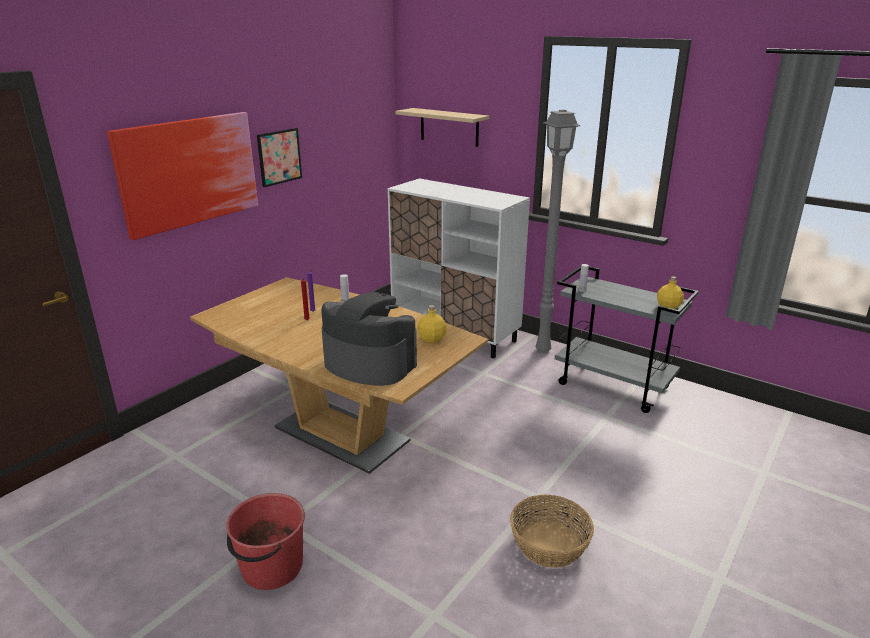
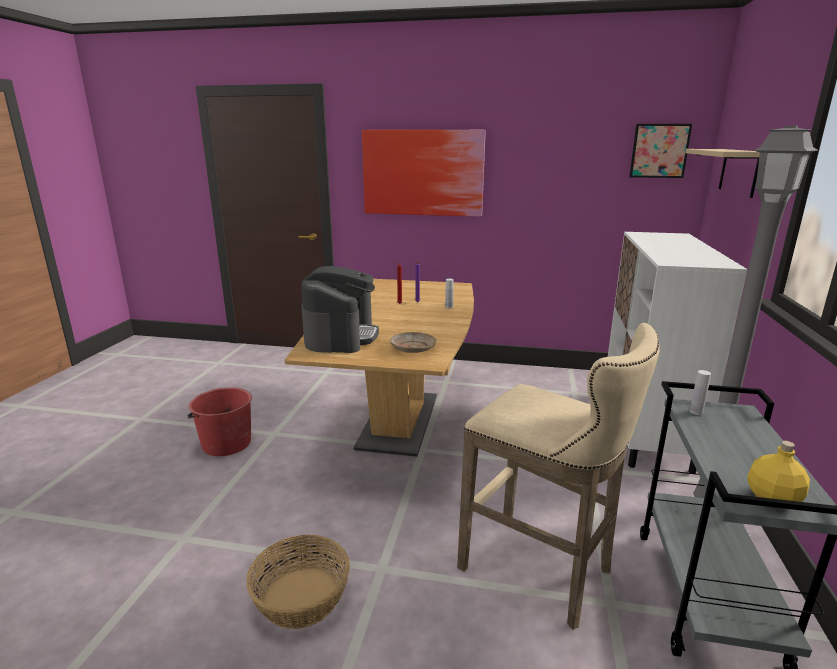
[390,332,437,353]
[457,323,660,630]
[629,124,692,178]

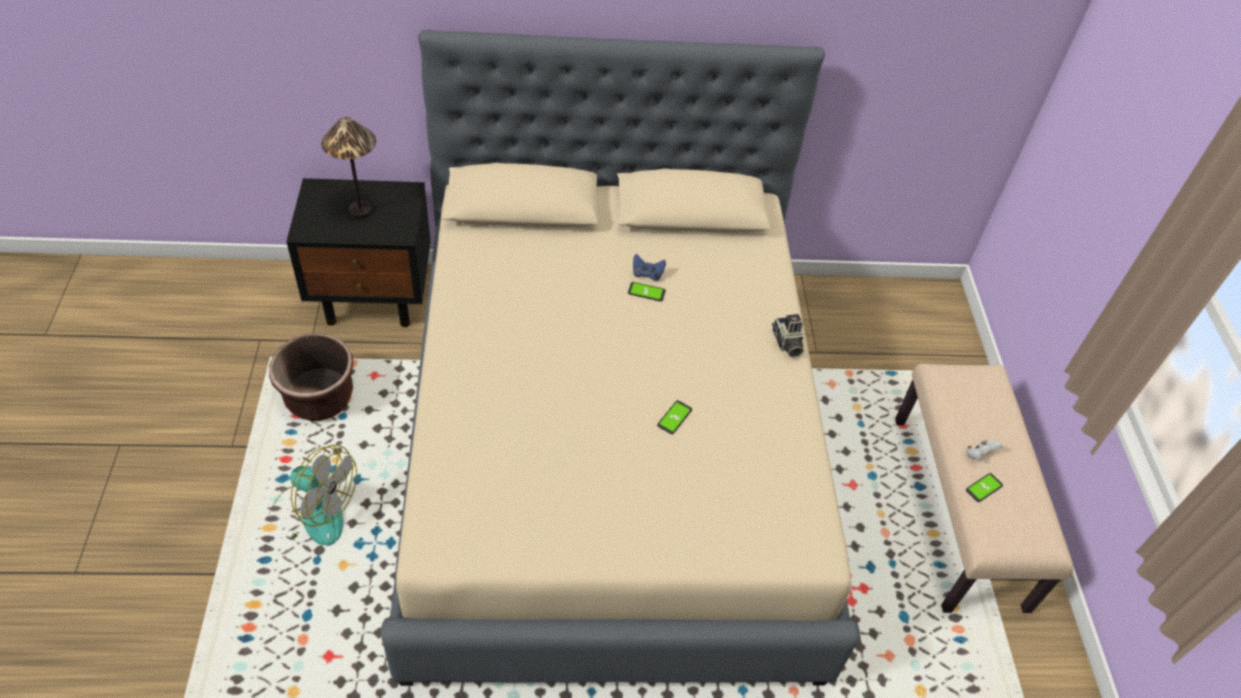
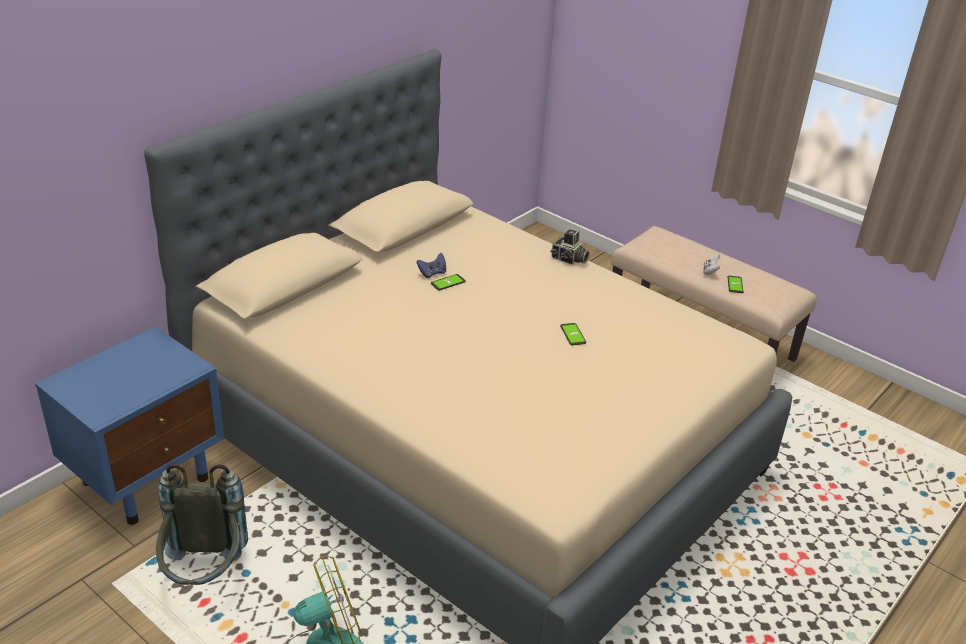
[35,326,224,525]
[156,464,248,585]
[321,117,376,218] (first image)

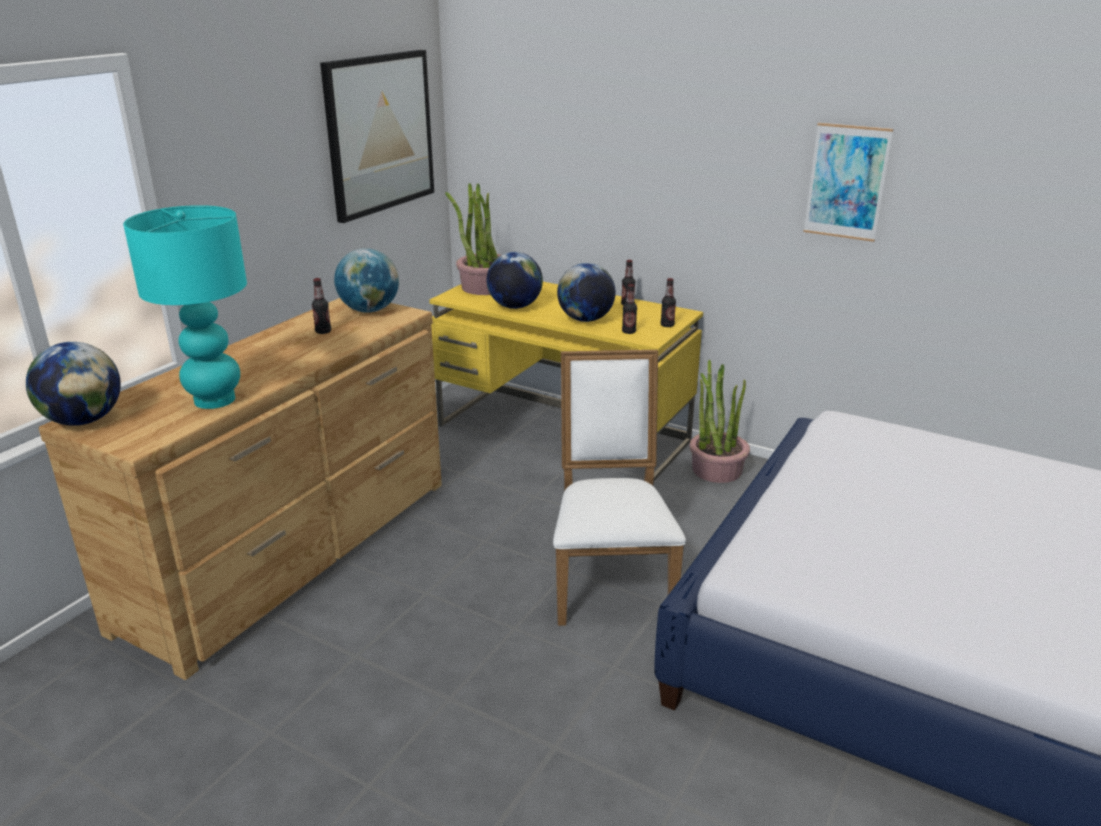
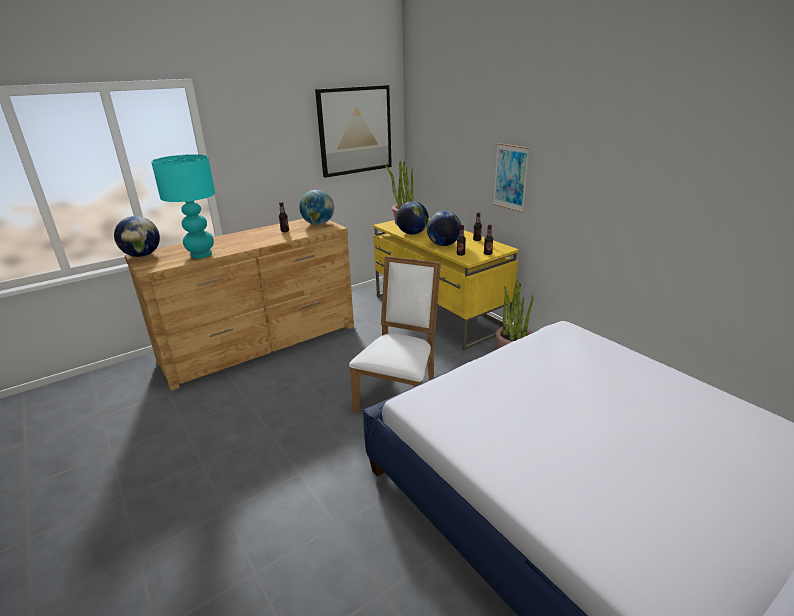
[493,143,530,213]

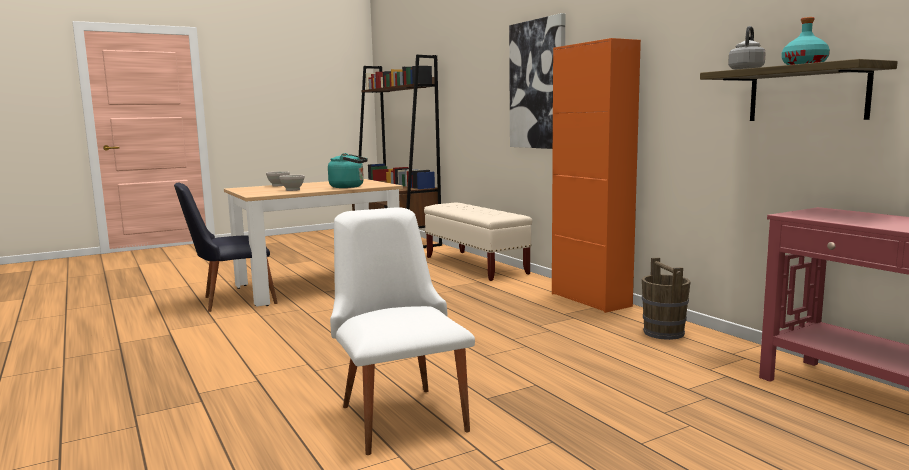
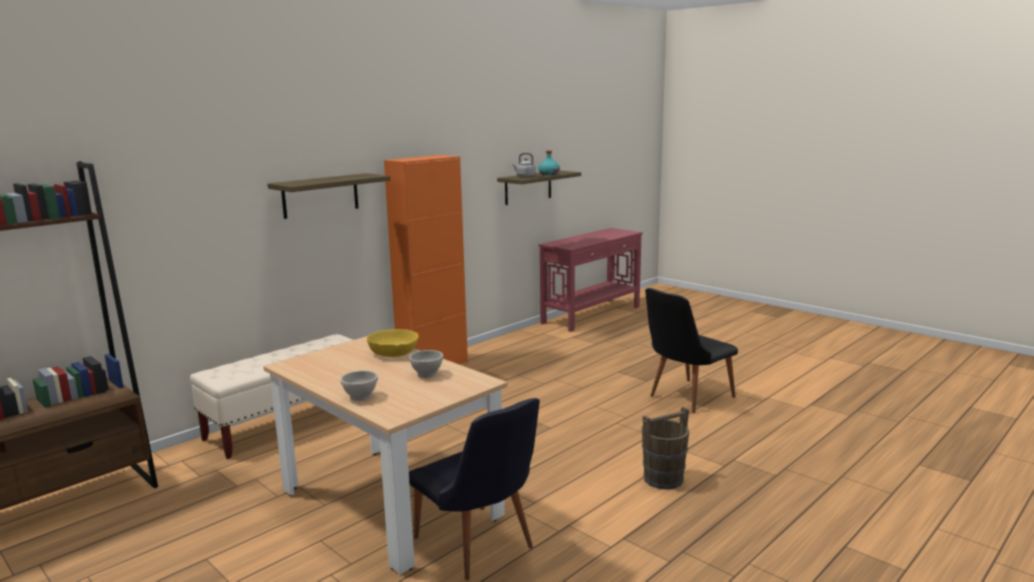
[268,173,390,219]
[367,329,418,357]
[642,407,689,489]
[645,288,738,413]

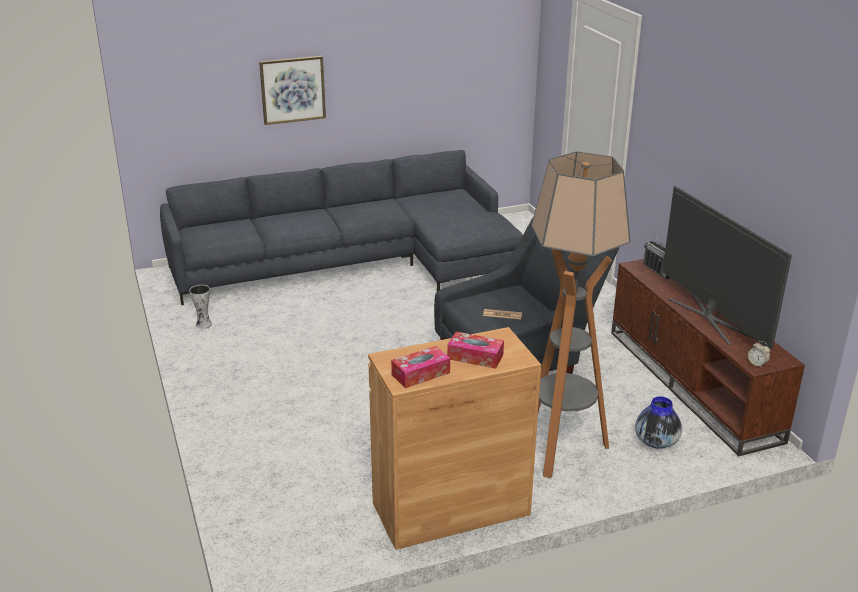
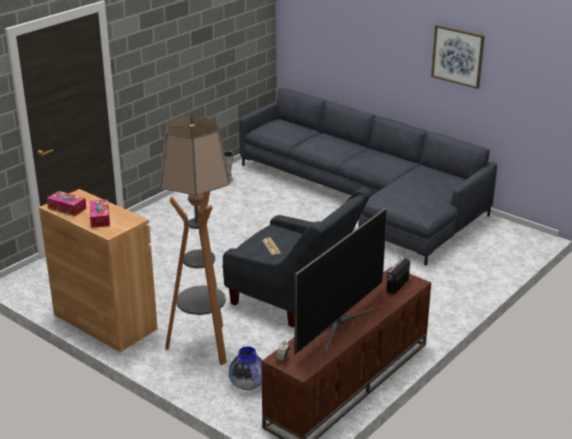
[431,25,485,89]

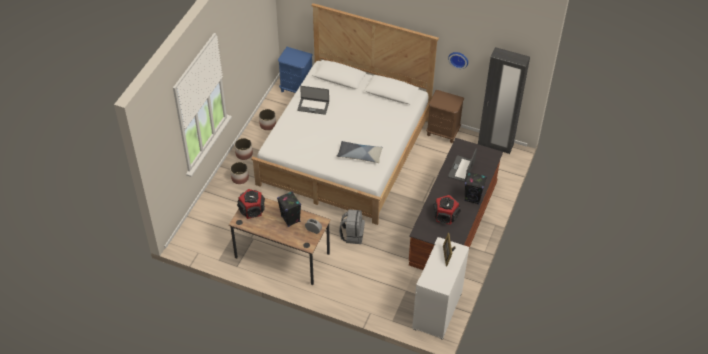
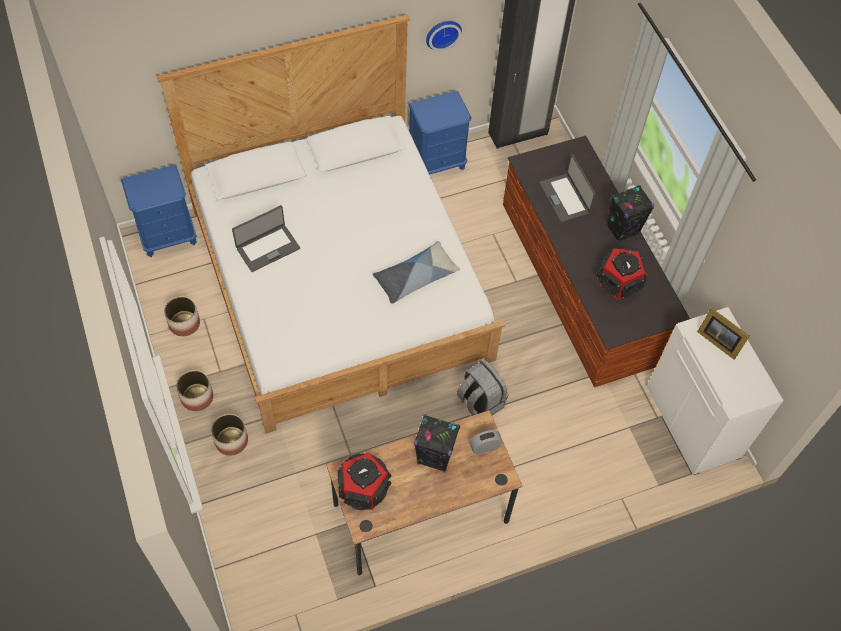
[409,91,472,175]

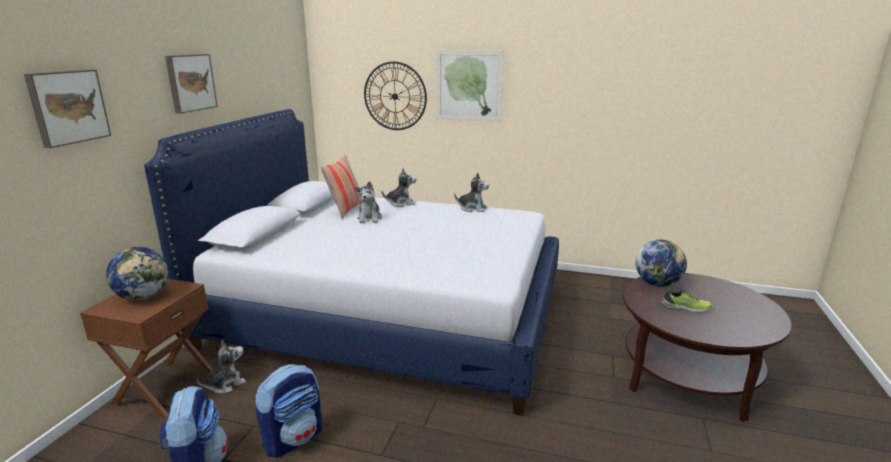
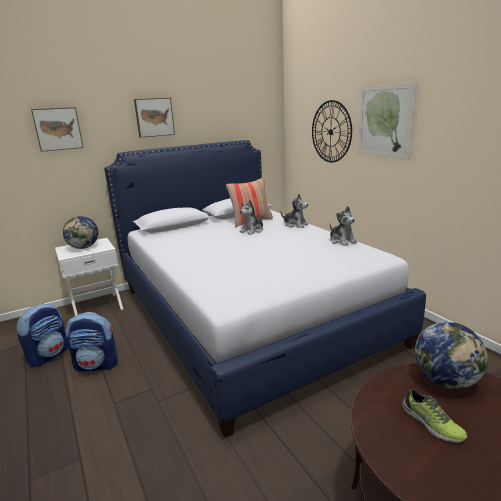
[55,238,123,316]
[196,340,246,394] (first image)

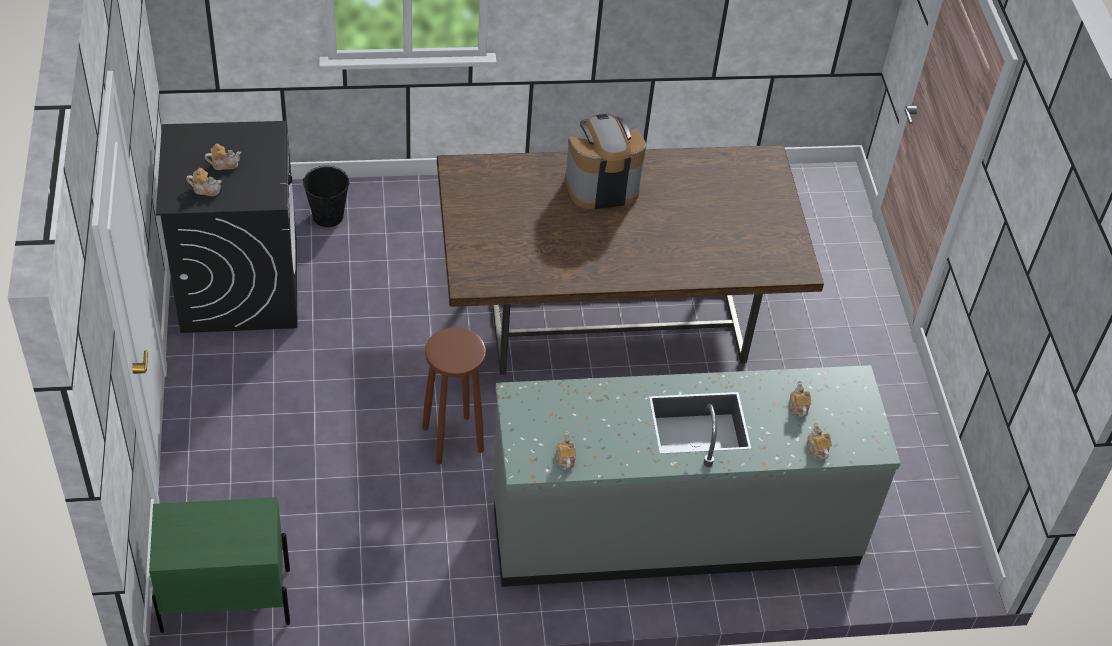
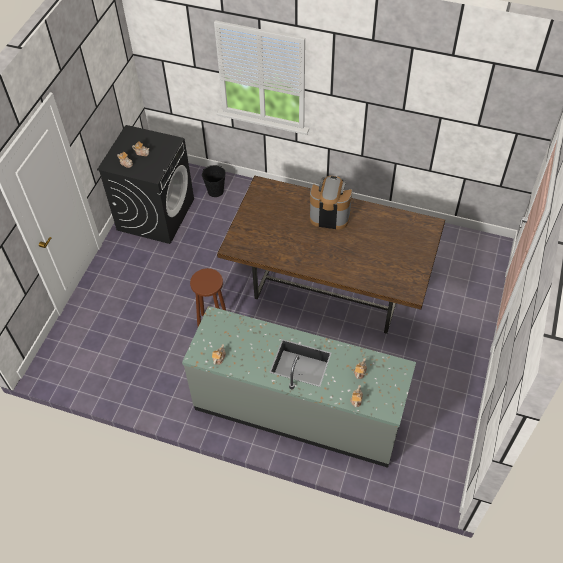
[149,497,290,633] (first image)

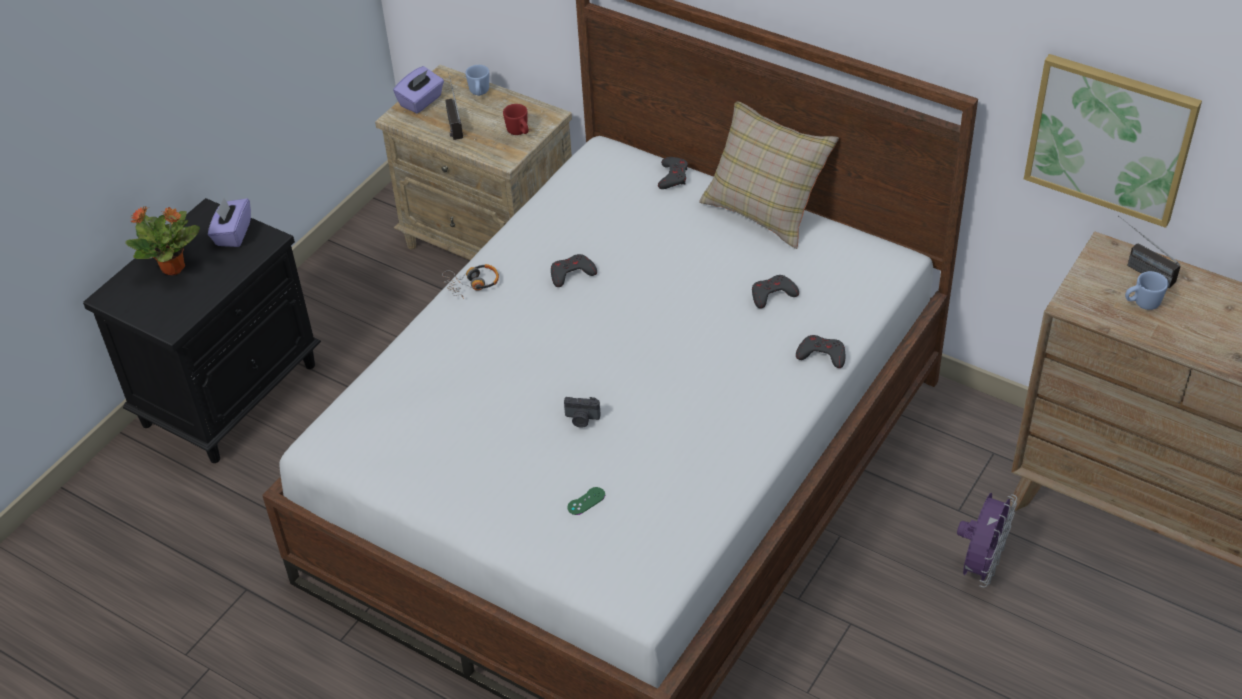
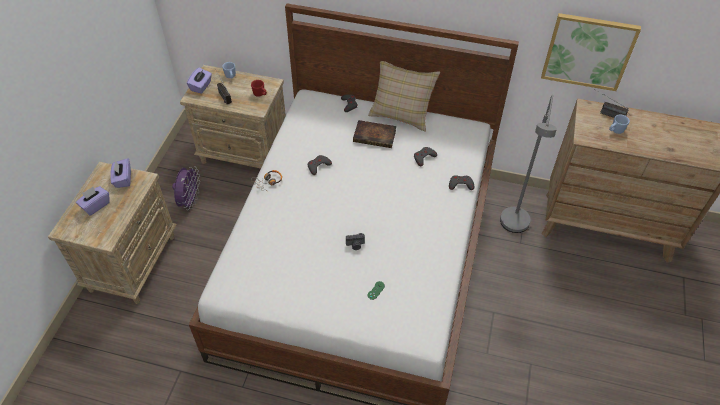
[48,162,177,304]
[76,186,110,216]
[172,167,200,210]
[353,120,396,148]
[500,95,557,233]

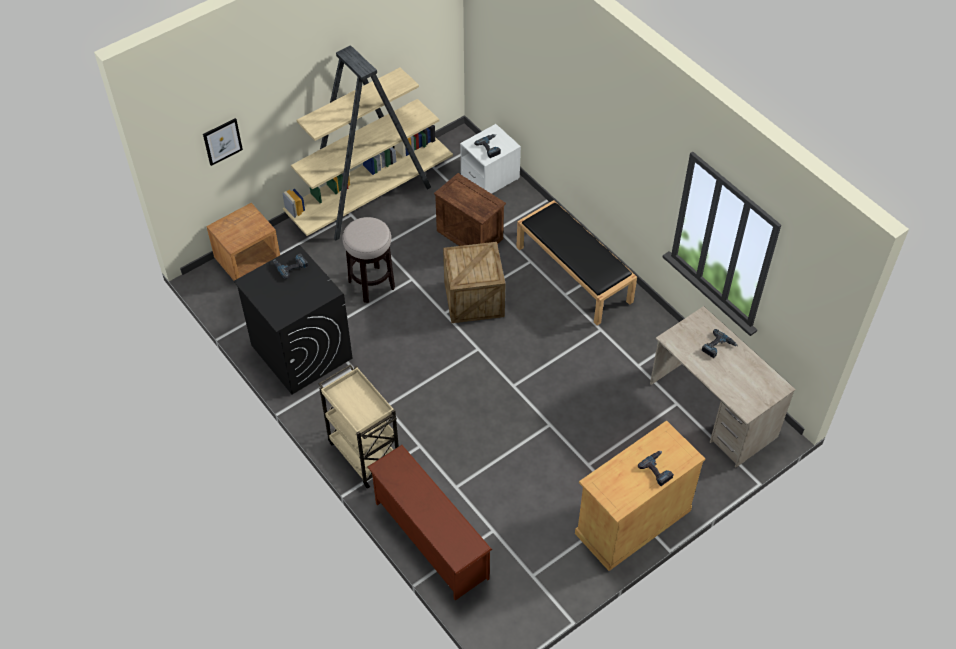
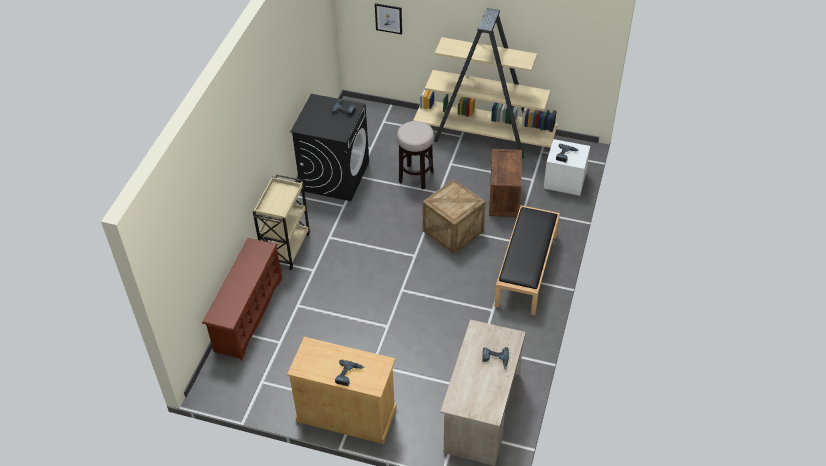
[206,203,280,281] (first image)

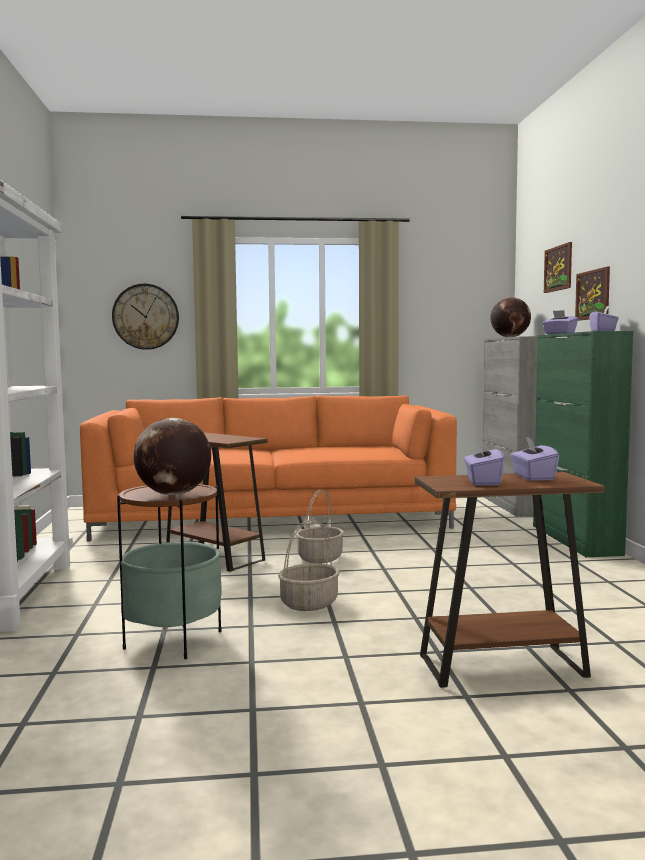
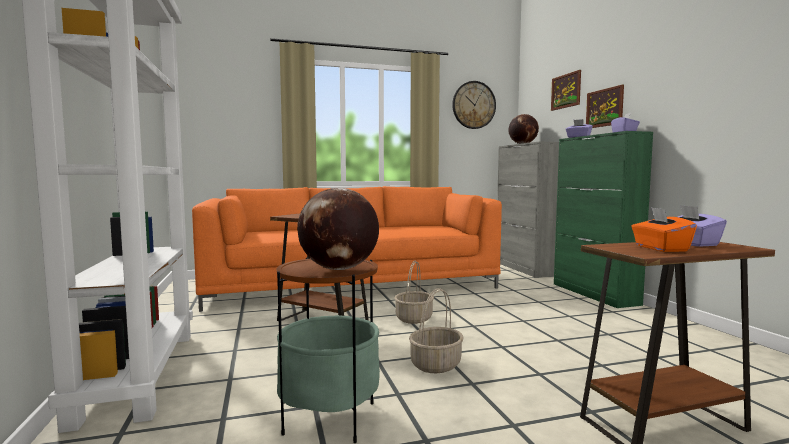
[452,81,496,129]
[631,207,697,252]

